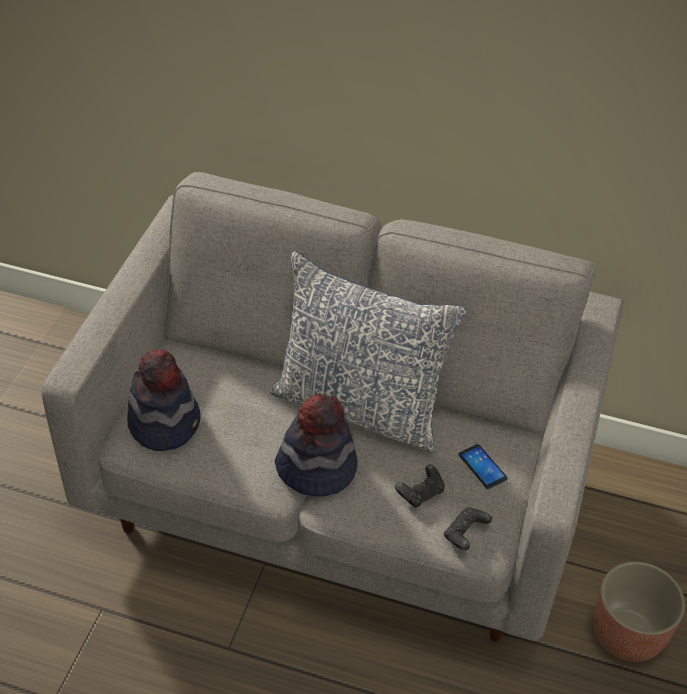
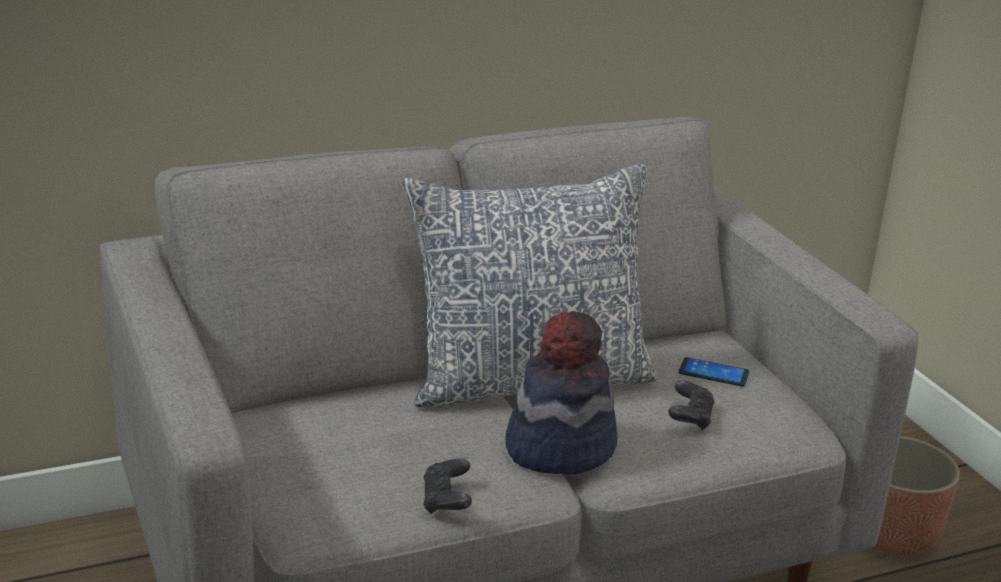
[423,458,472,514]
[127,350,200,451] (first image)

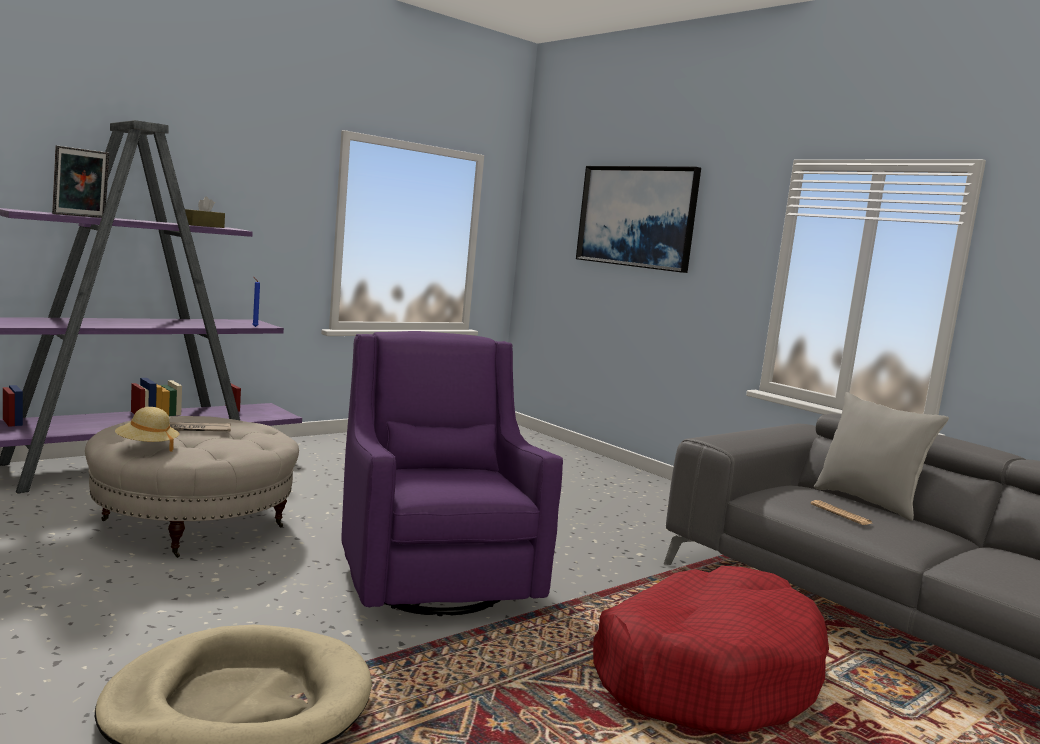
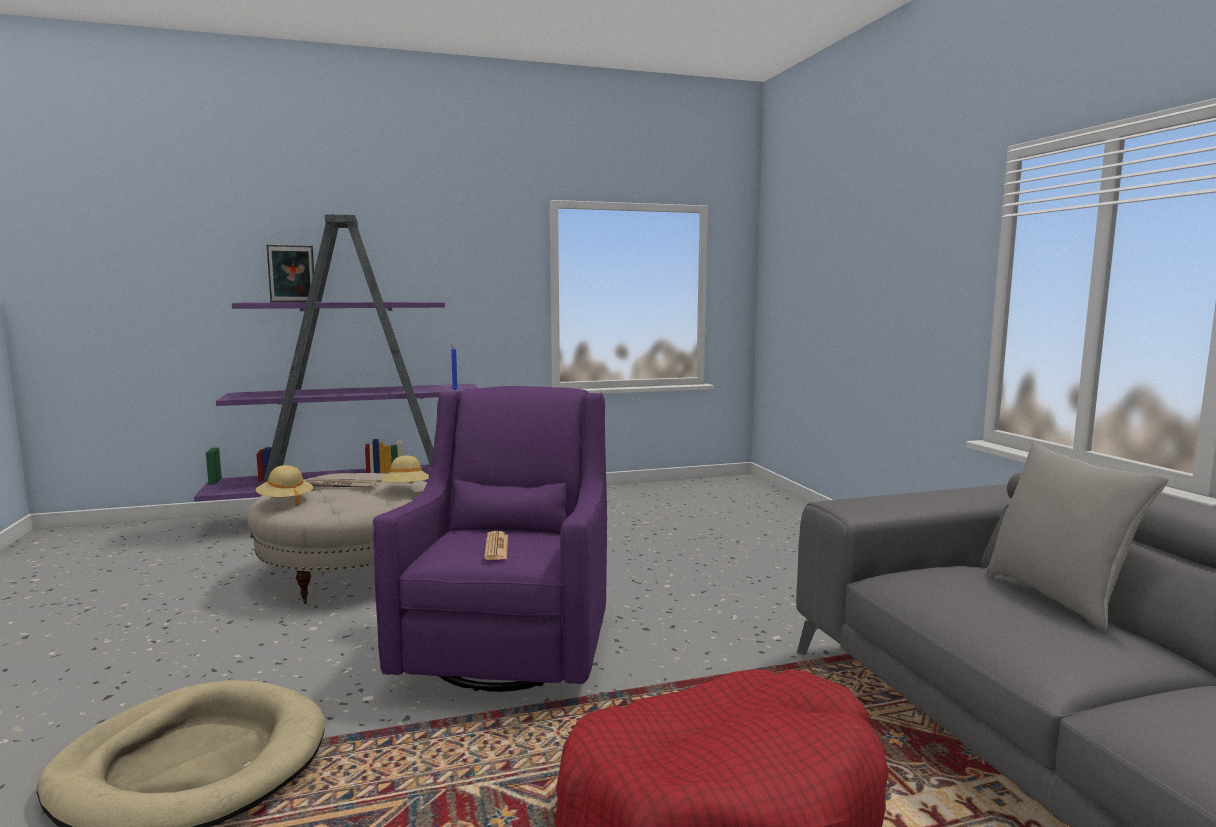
[380,456,429,484]
[484,531,508,560]
[185,197,225,228] (first image)
[576,166,701,273] (first image)

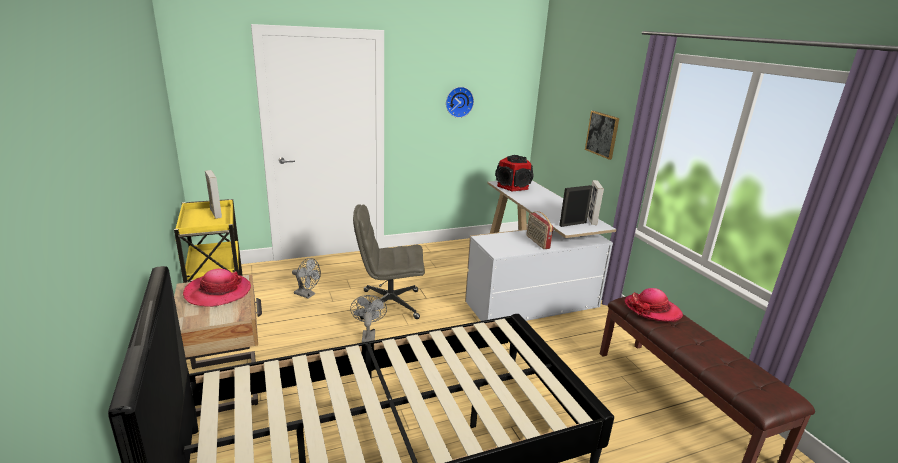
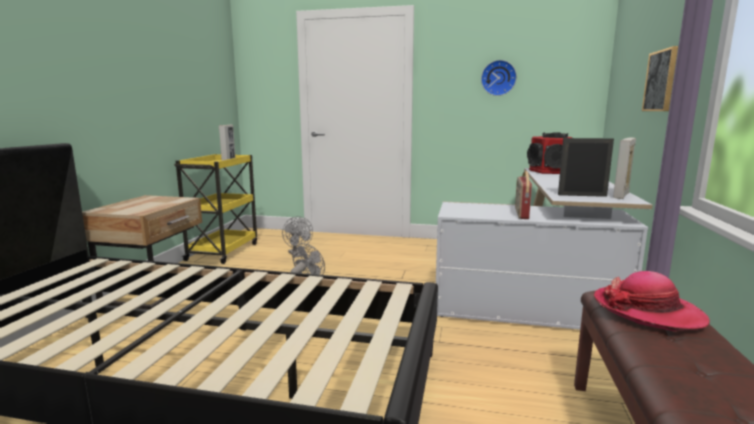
[183,269,251,307] (first image)
[353,204,425,319] (first image)

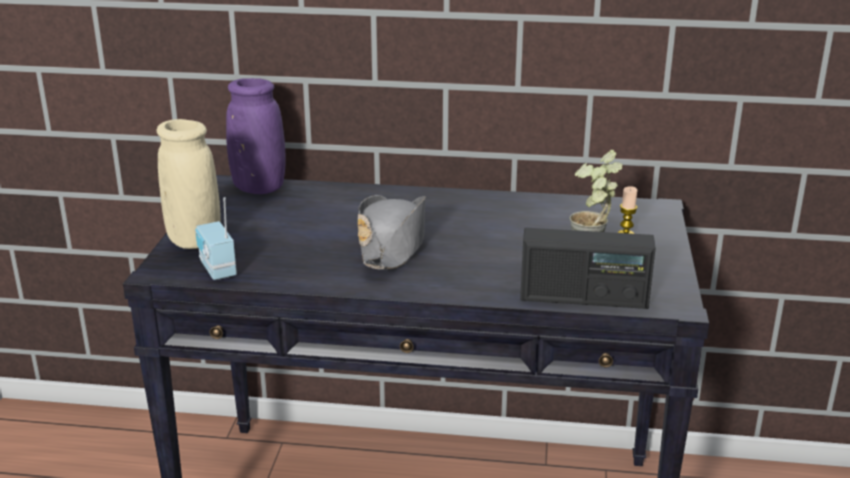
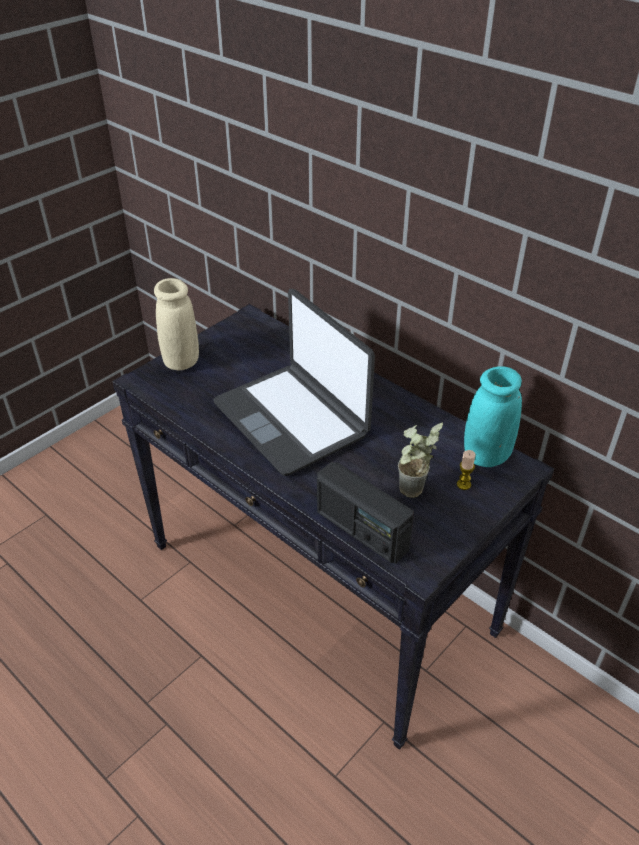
[213,289,375,476]
[464,366,522,467]
[195,197,237,280] (first image)
[226,78,285,194] (first image)

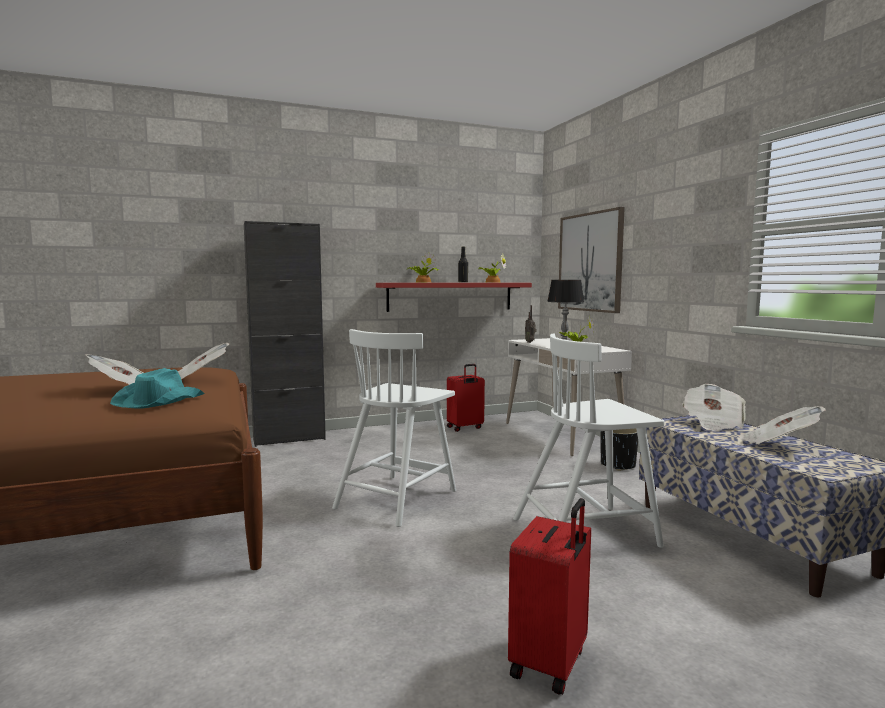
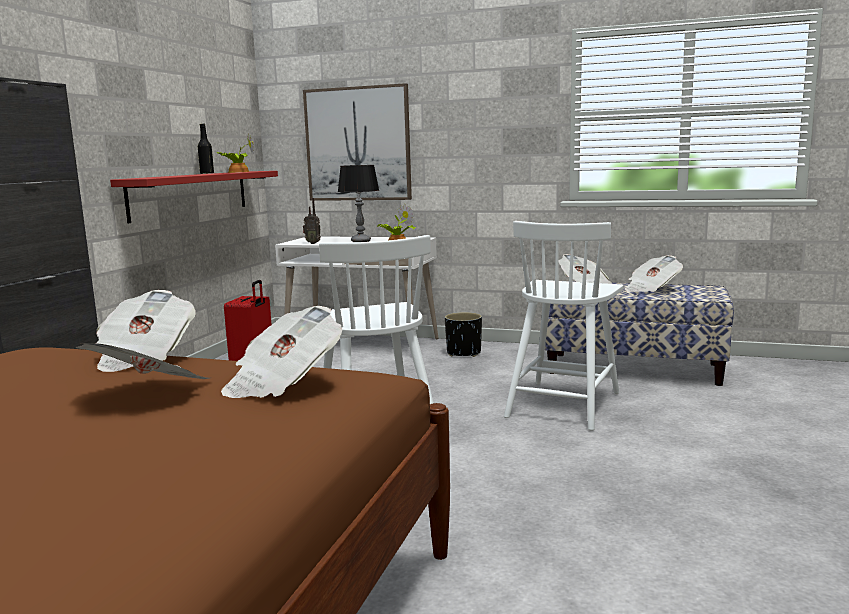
[221,306,342,398]
[407,252,439,283] (first image)
[508,498,591,695] (first image)

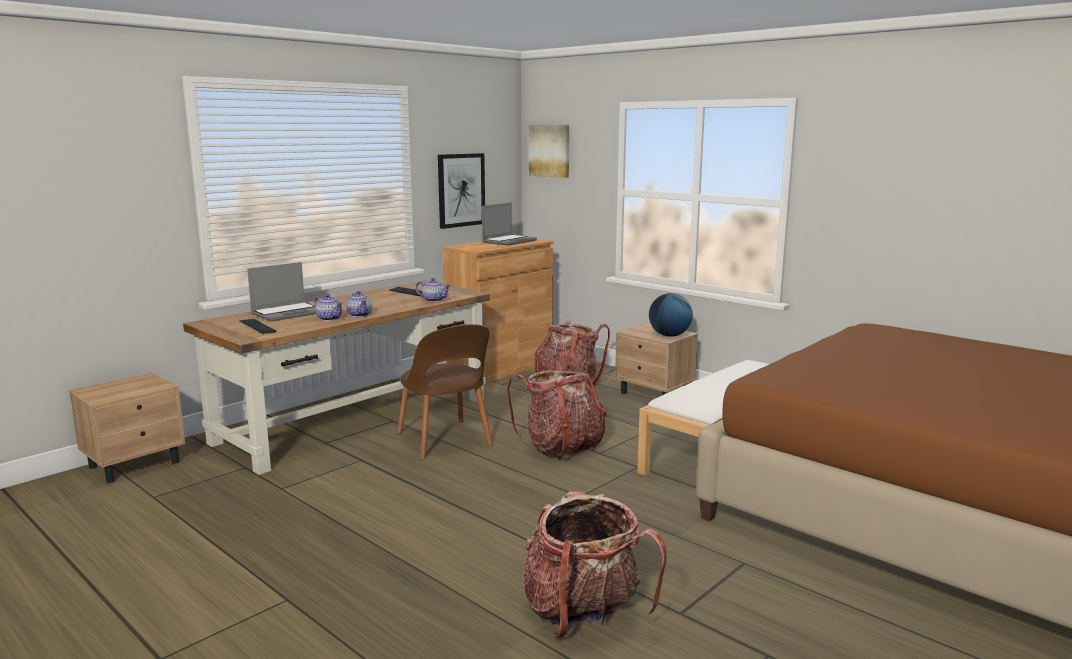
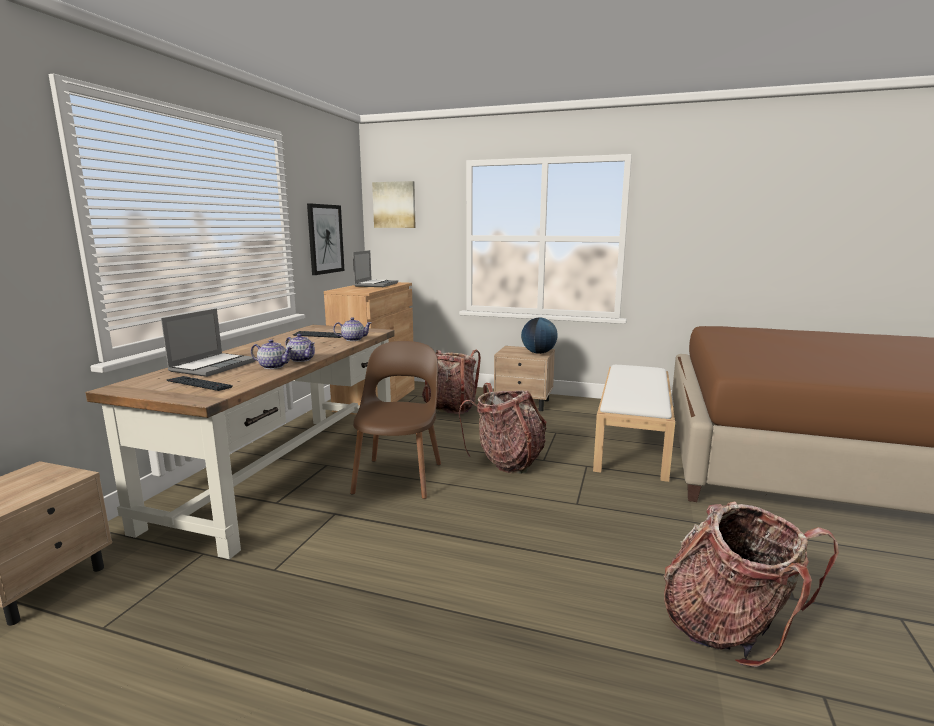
[350,341,441,499]

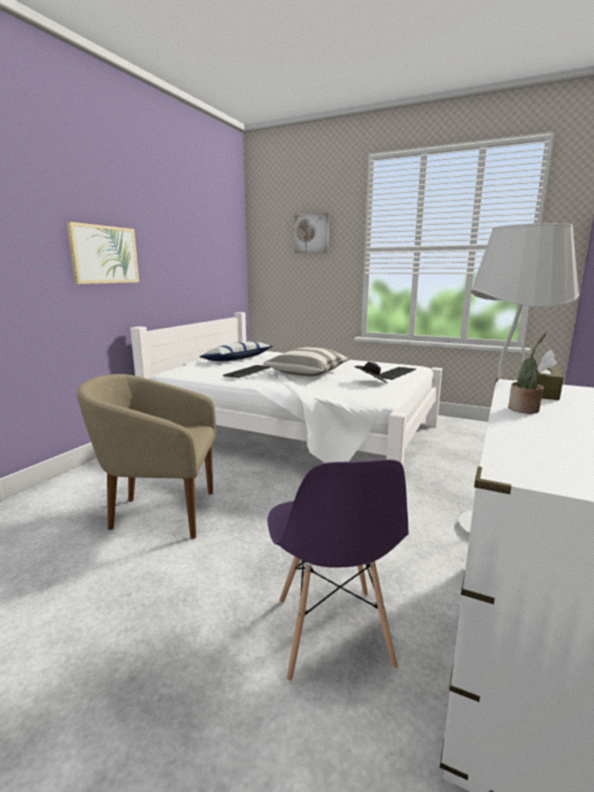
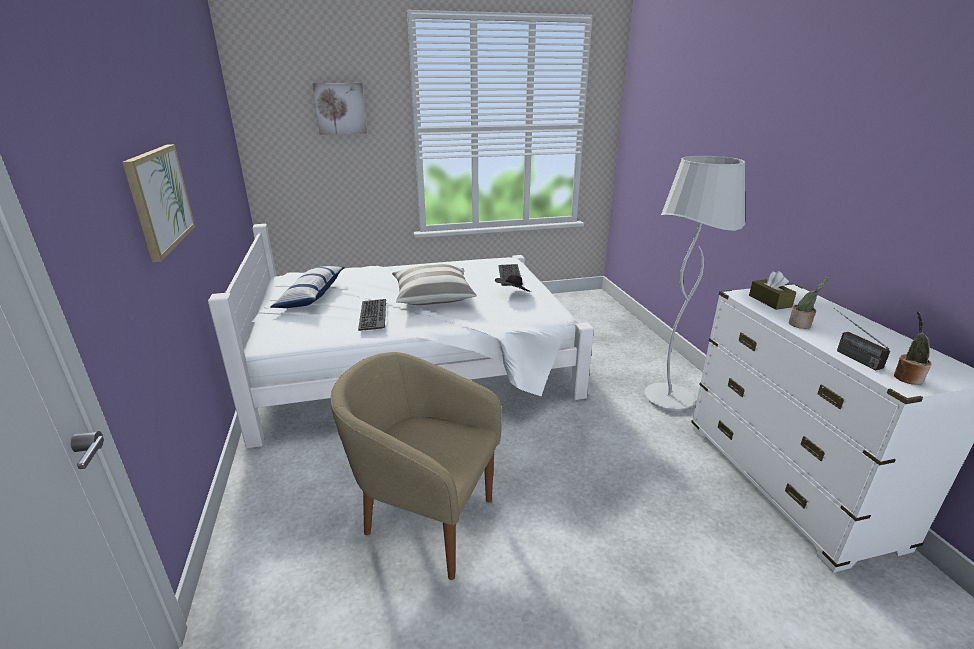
[331,352,502,580]
[833,308,890,370]
[894,311,932,385]
[267,459,409,682] (first image)

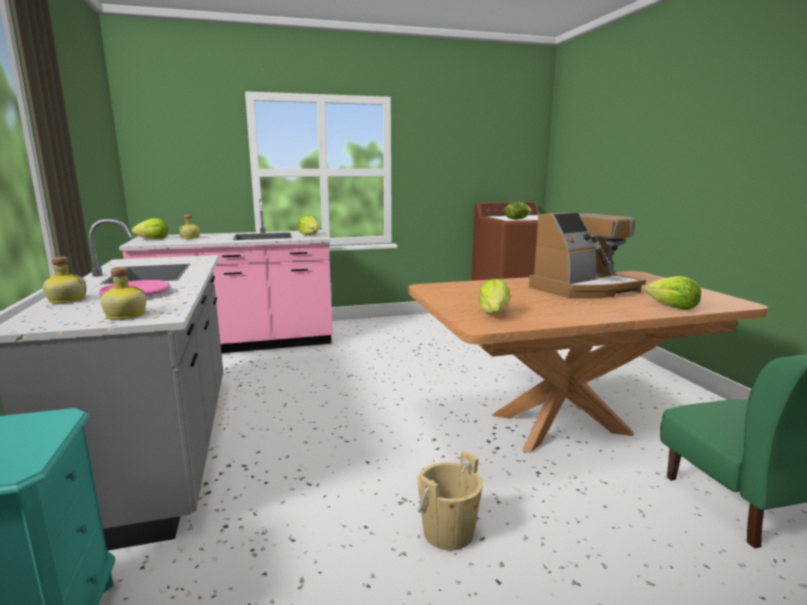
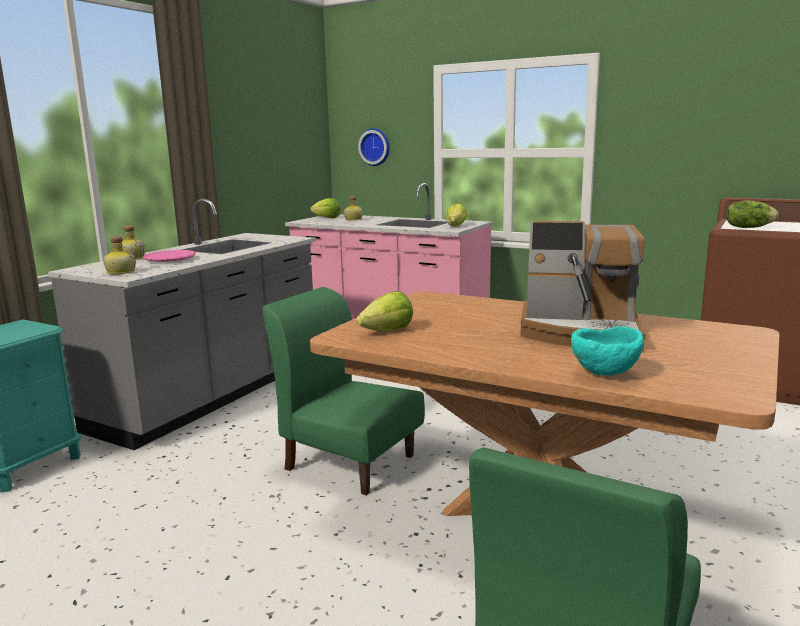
[263,287,425,495]
[358,128,390,166]
[571,326,644,376]
[417,451,483,551] (first image)

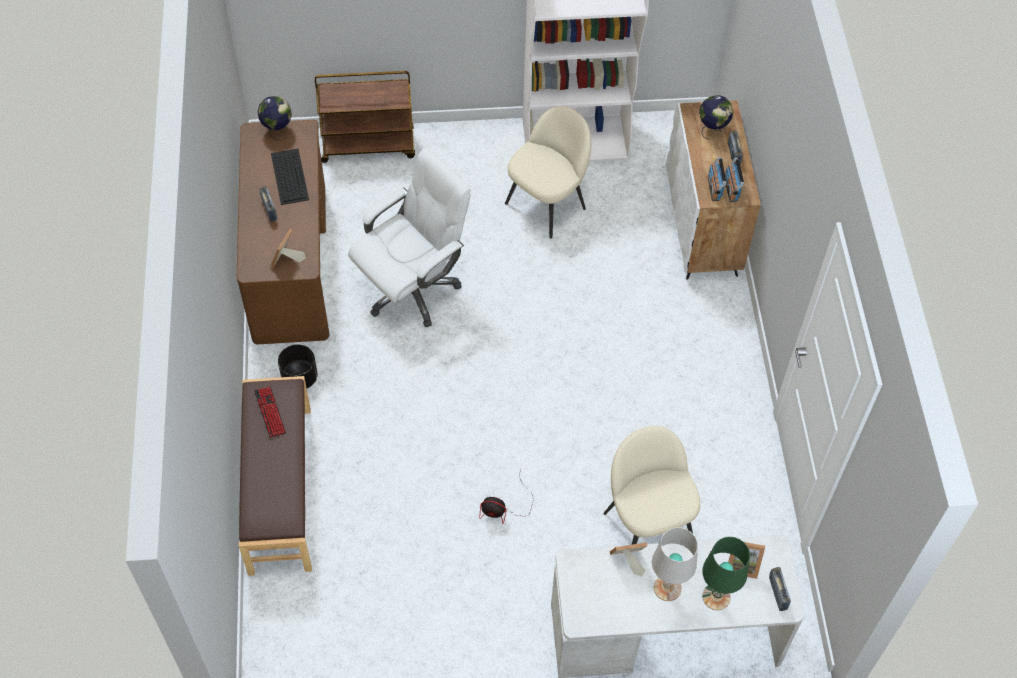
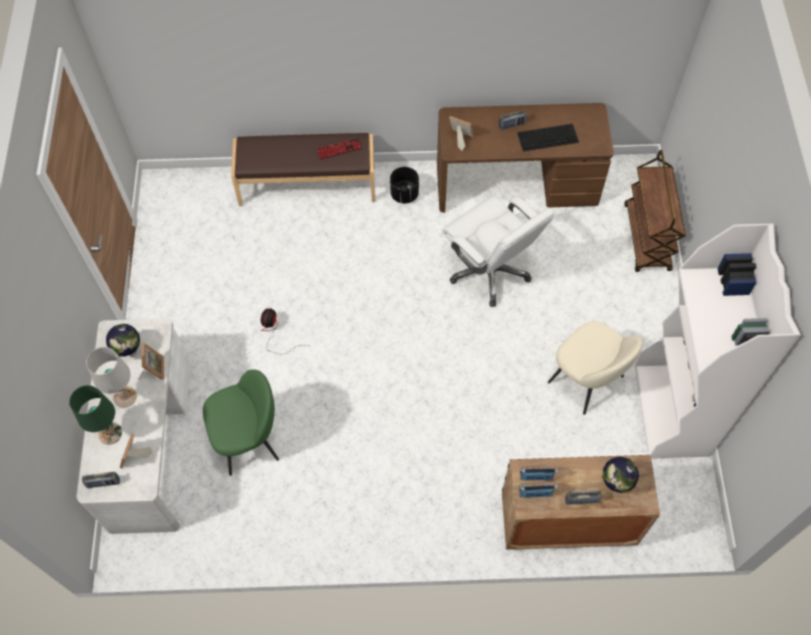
[106,324,140,357]
[203,369,279,476]

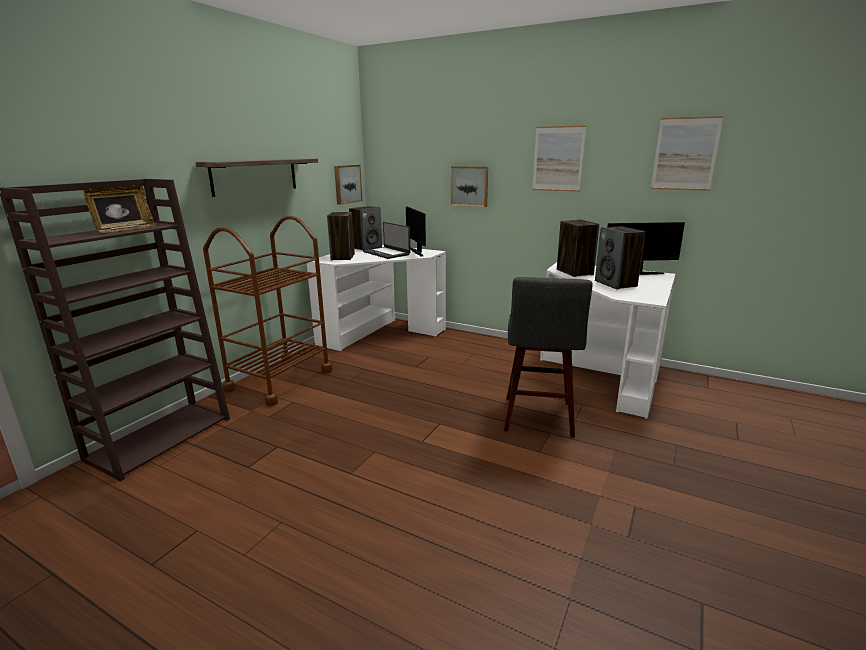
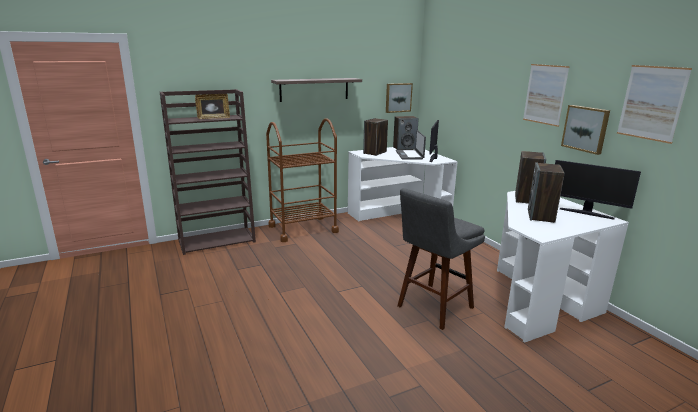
[561,105,610,155]

